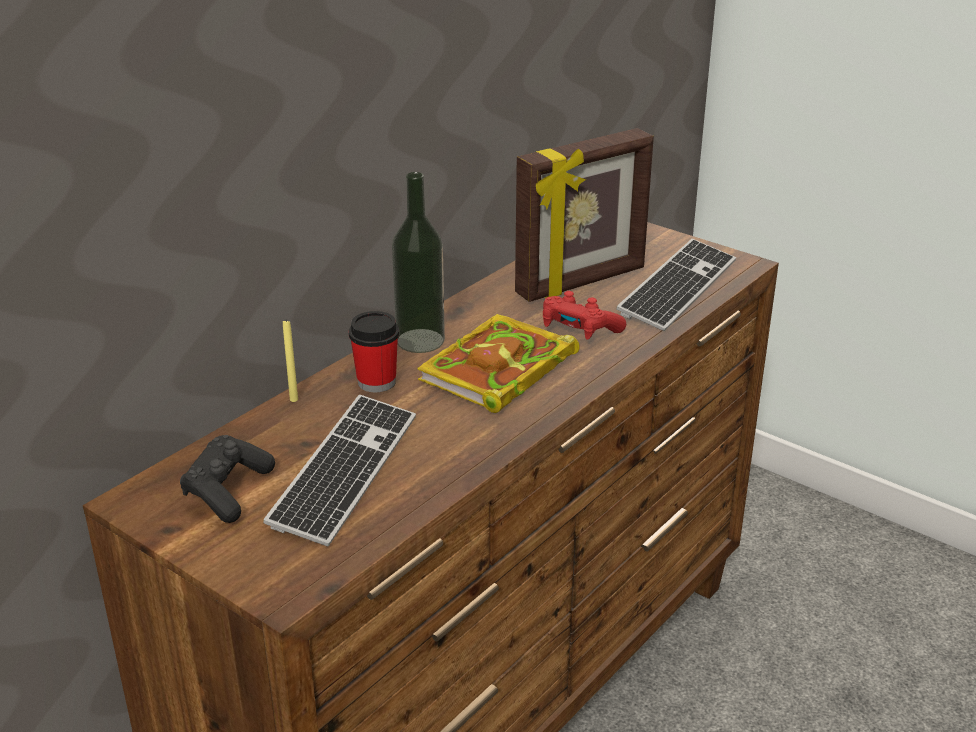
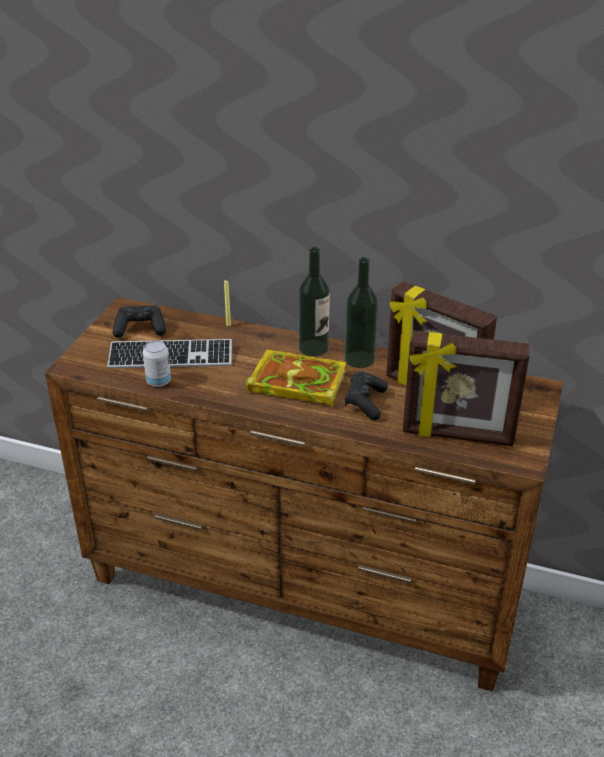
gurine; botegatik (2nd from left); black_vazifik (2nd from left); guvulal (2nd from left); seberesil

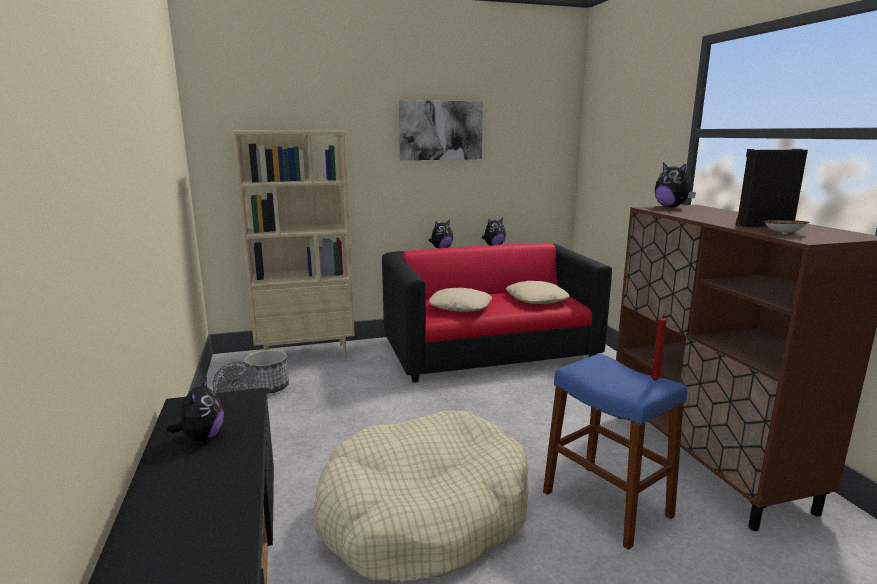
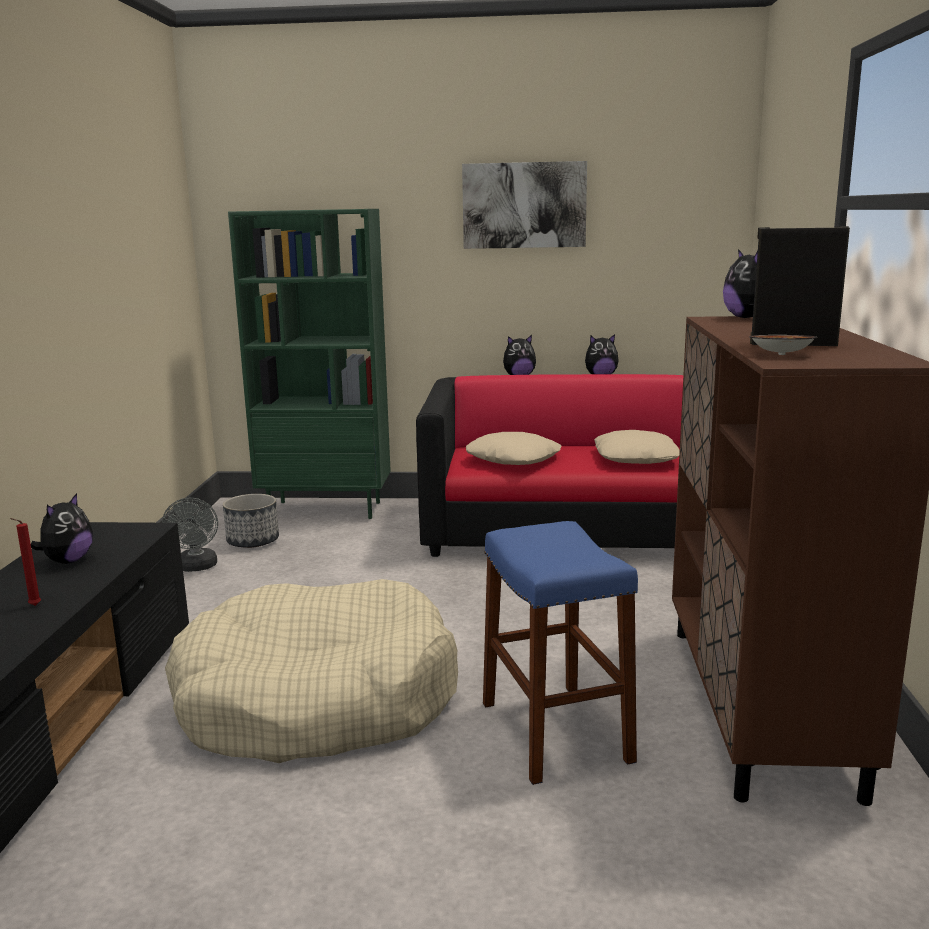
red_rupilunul; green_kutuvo

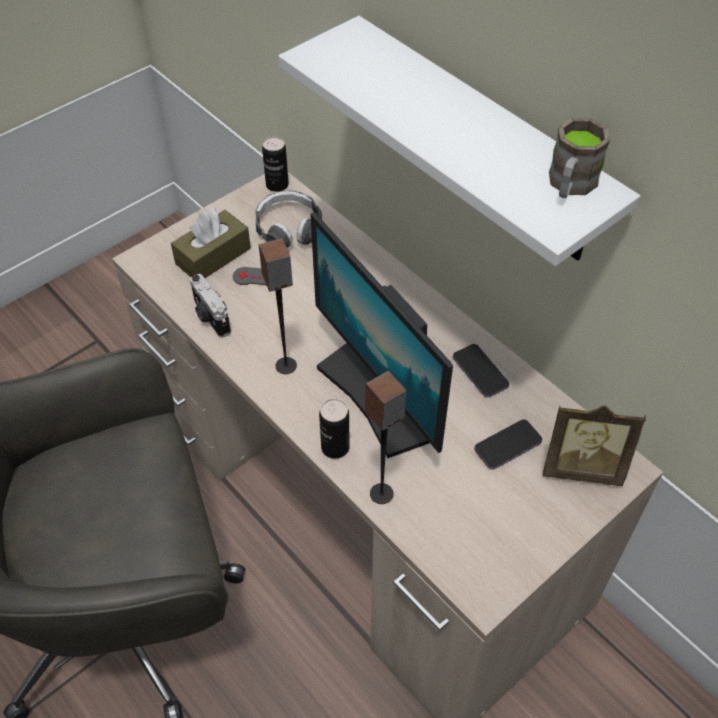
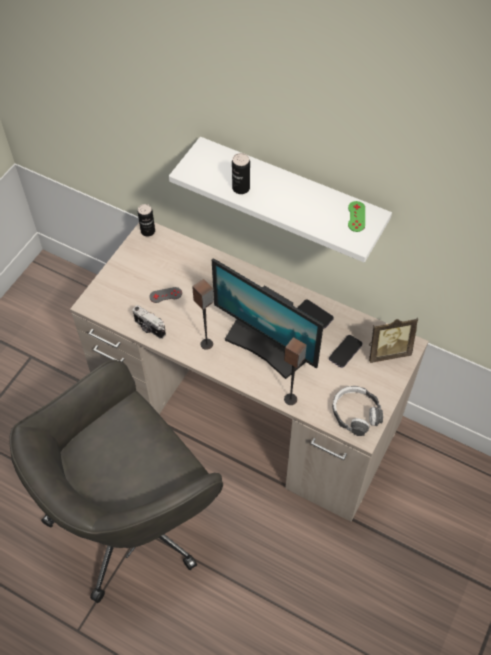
gurine (2nd from left); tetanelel; green_vazifik; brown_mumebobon

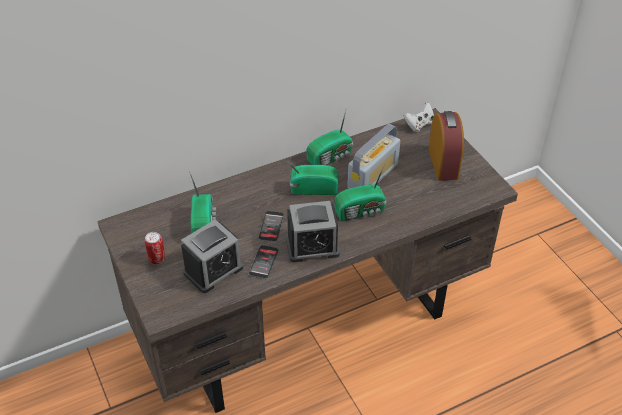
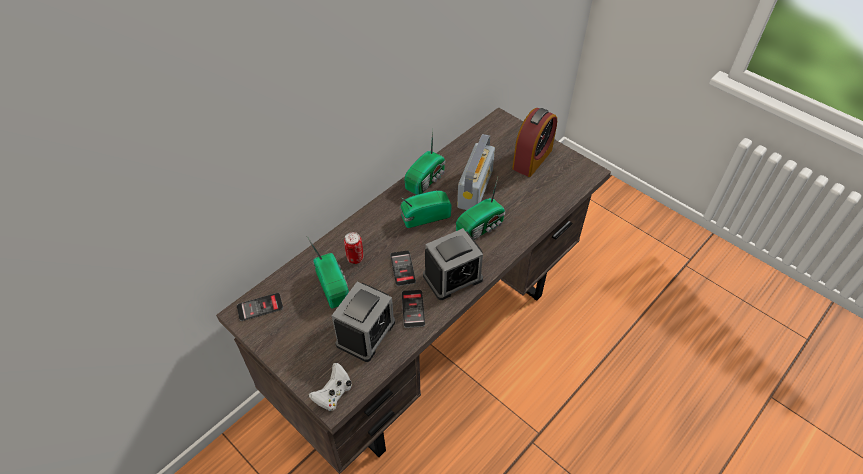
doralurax (1st from left); white_vazifik; gurine; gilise (3rd from left)

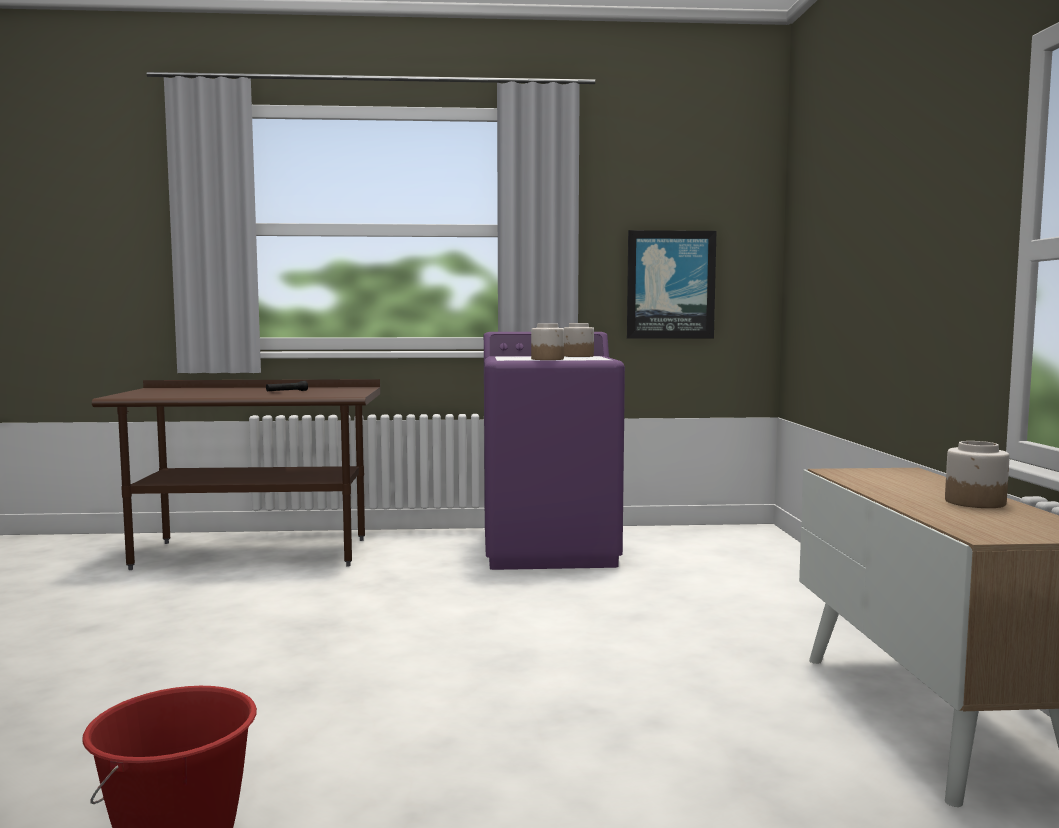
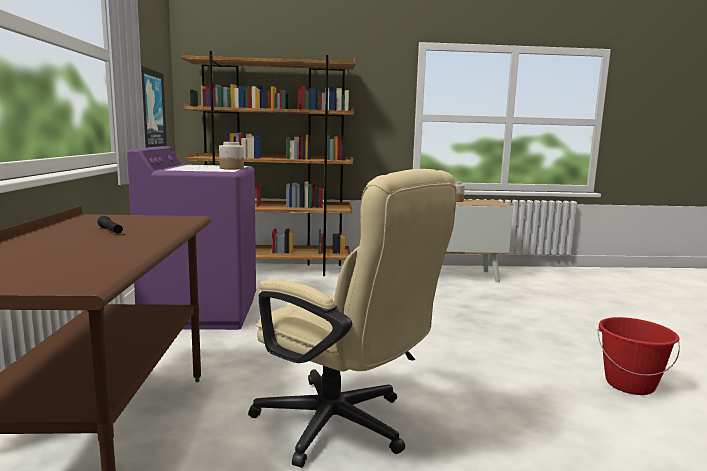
brown_kutuvo; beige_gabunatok; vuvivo (2nd from left in the first image)

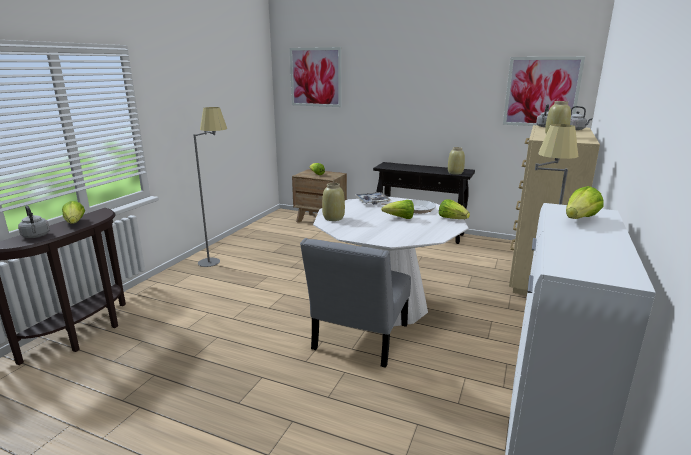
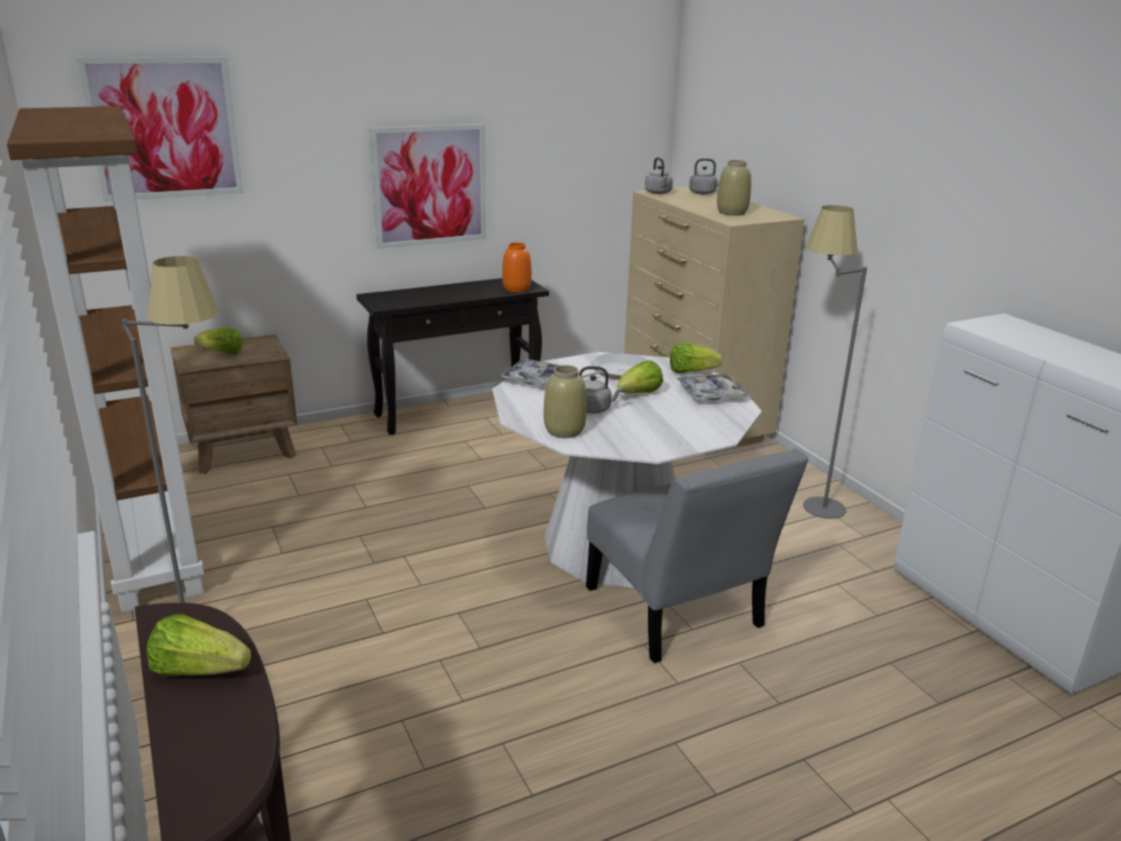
brown_kutuvo; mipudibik (2nd from left); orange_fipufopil; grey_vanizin (1st from left); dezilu (2nd from left); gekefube (5th from left in the first image)

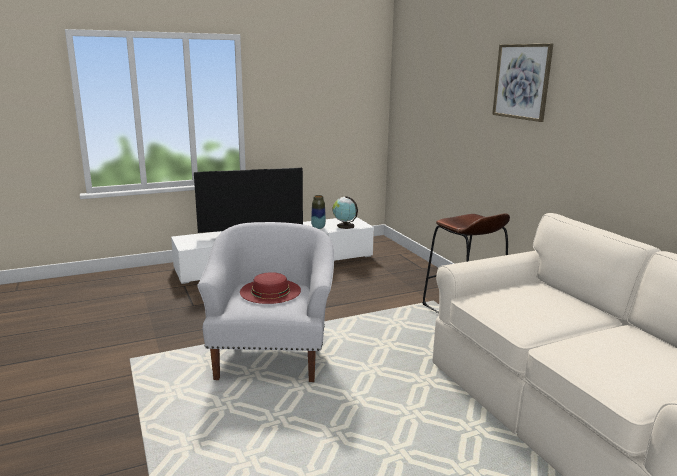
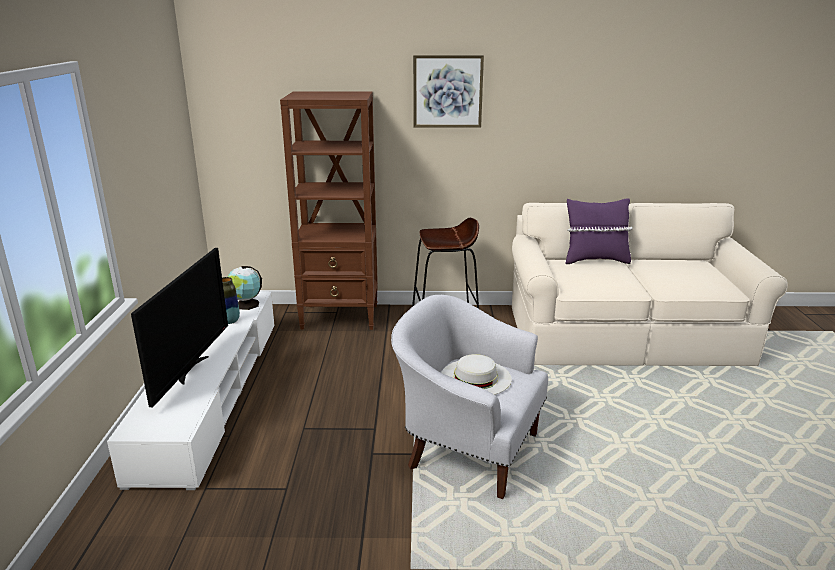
brown_kutuvo; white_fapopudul; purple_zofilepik

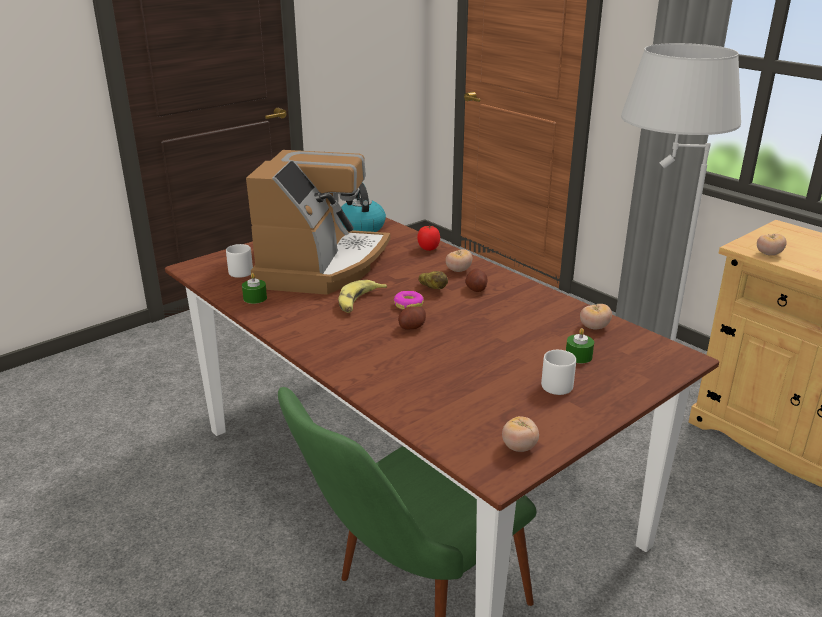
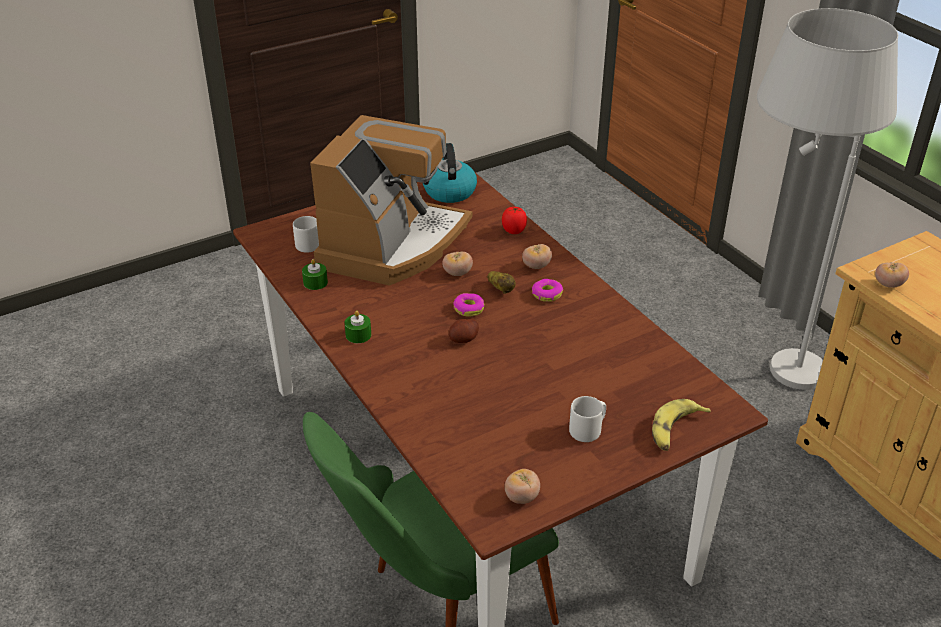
green_rupilunul (2nd from left); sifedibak (1st from left); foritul (2nd from left); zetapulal

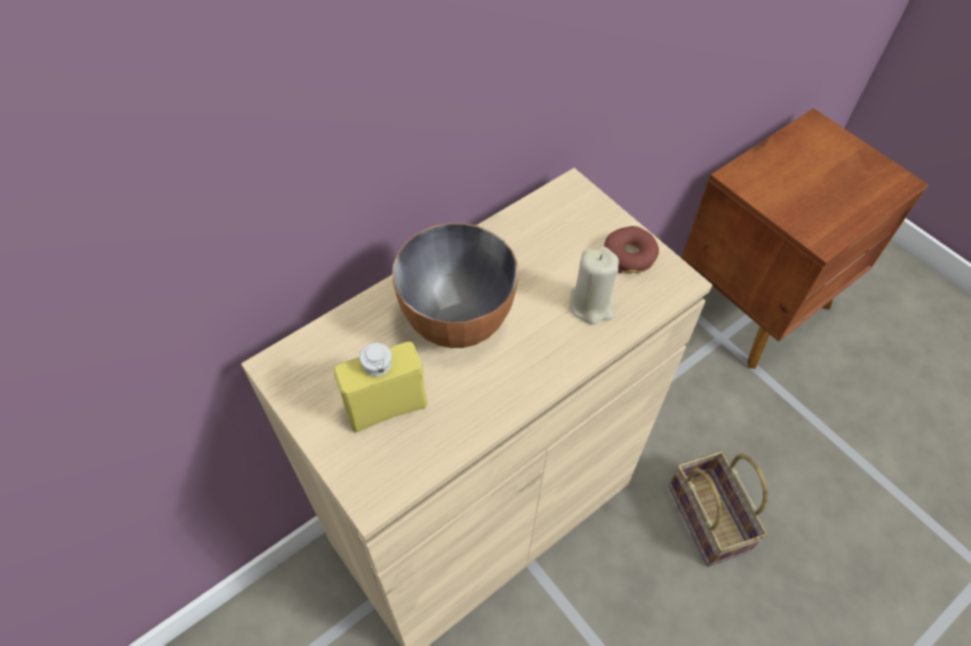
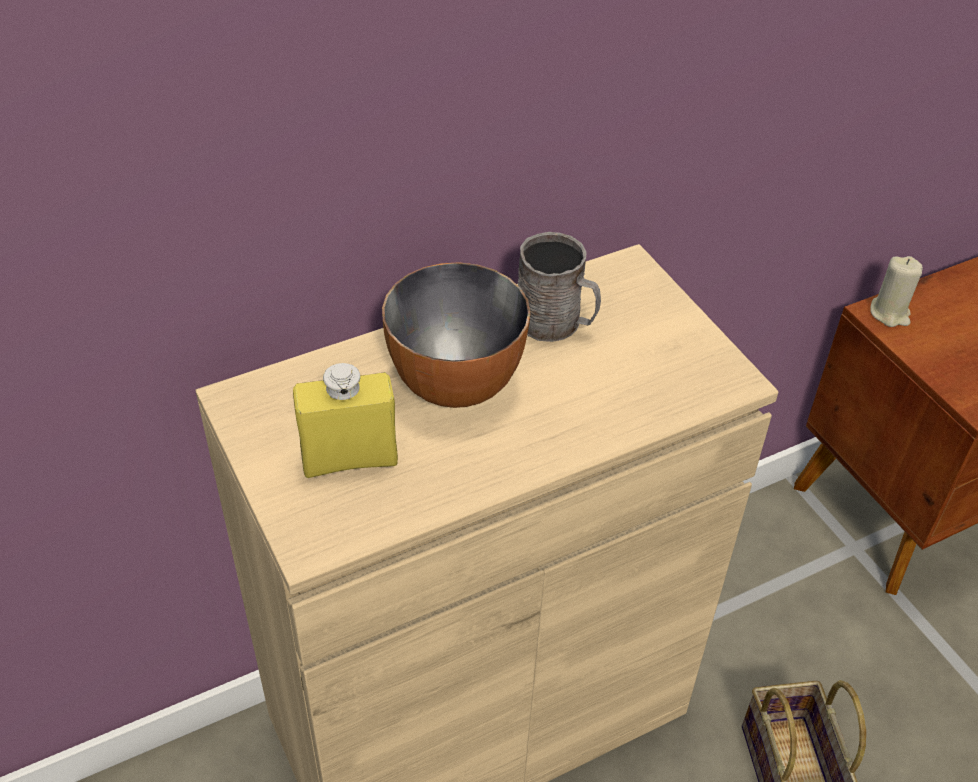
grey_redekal; beige_rupilunul; foritul

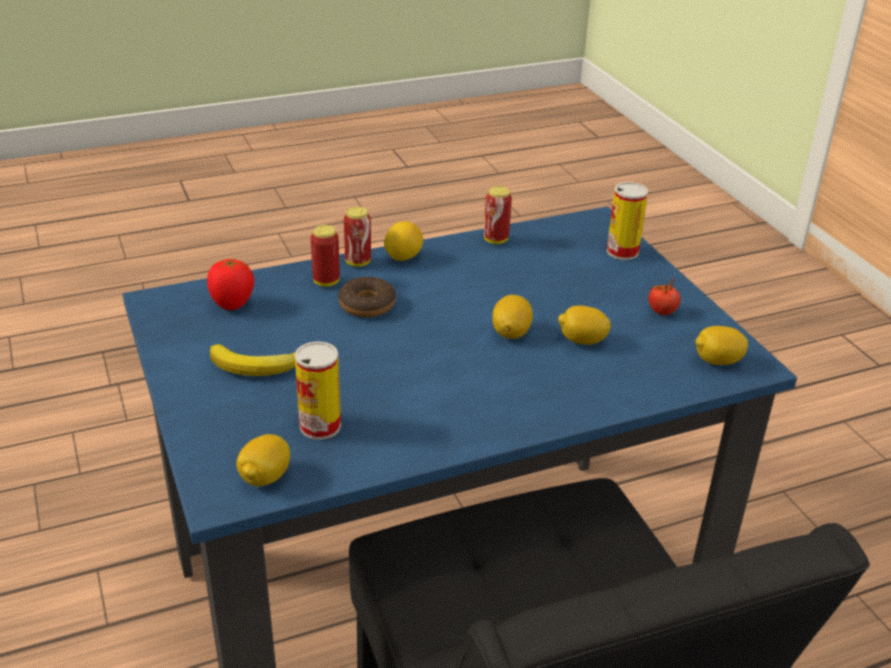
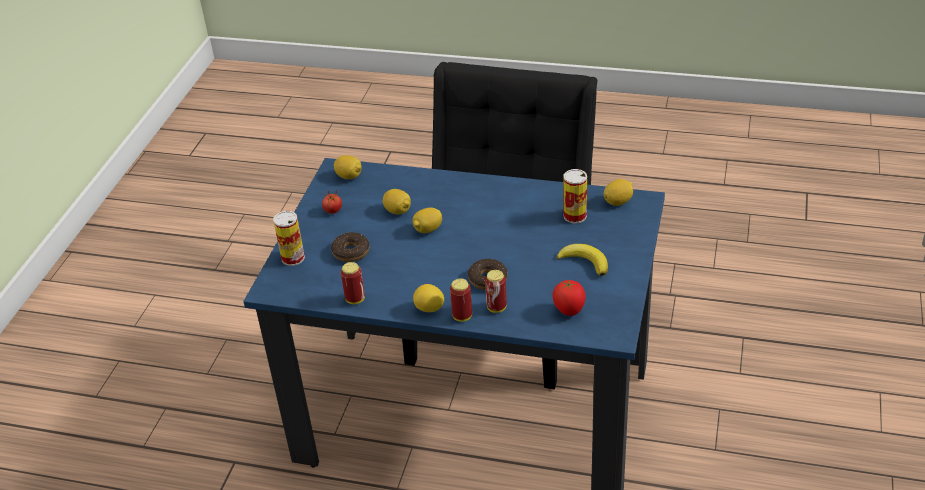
foritul (1st from left)

